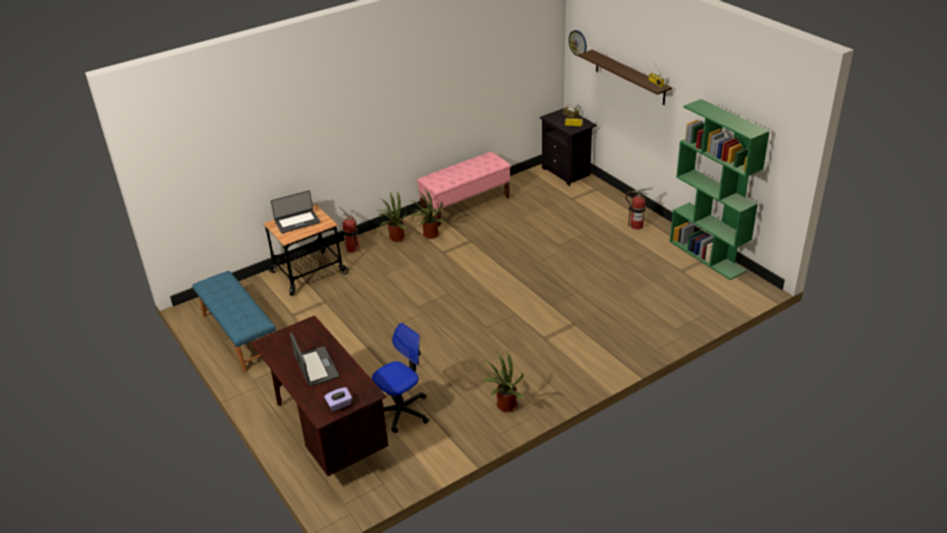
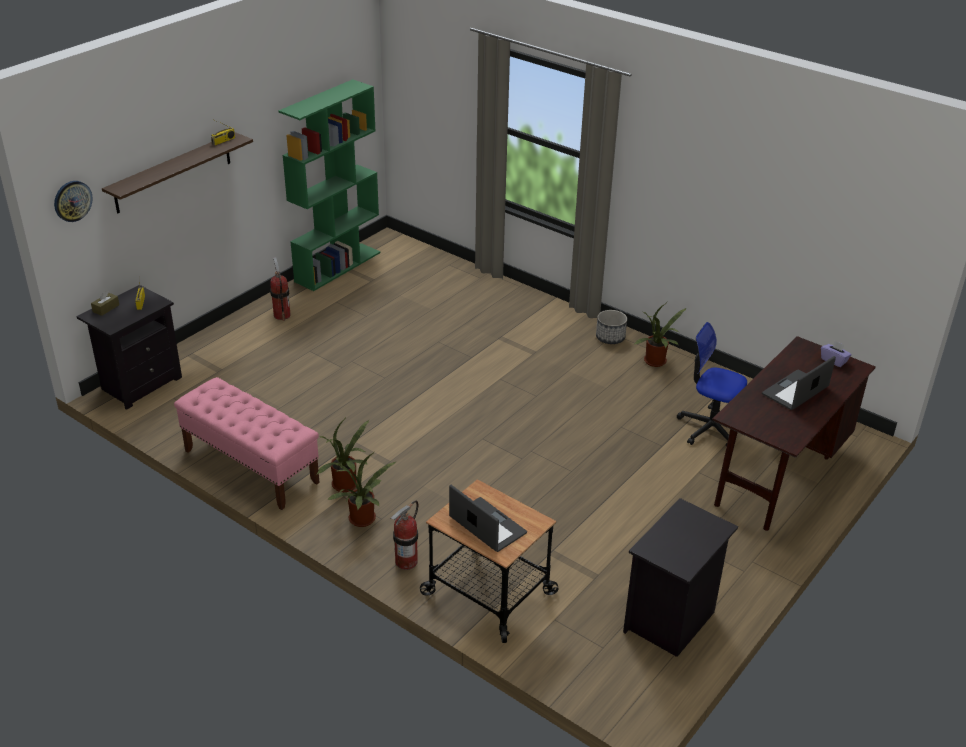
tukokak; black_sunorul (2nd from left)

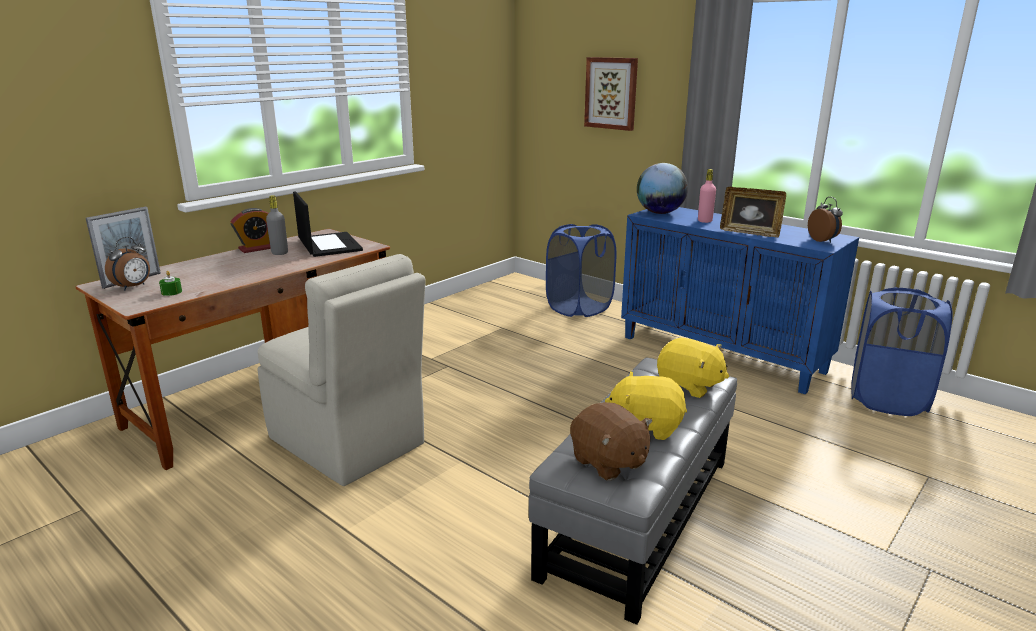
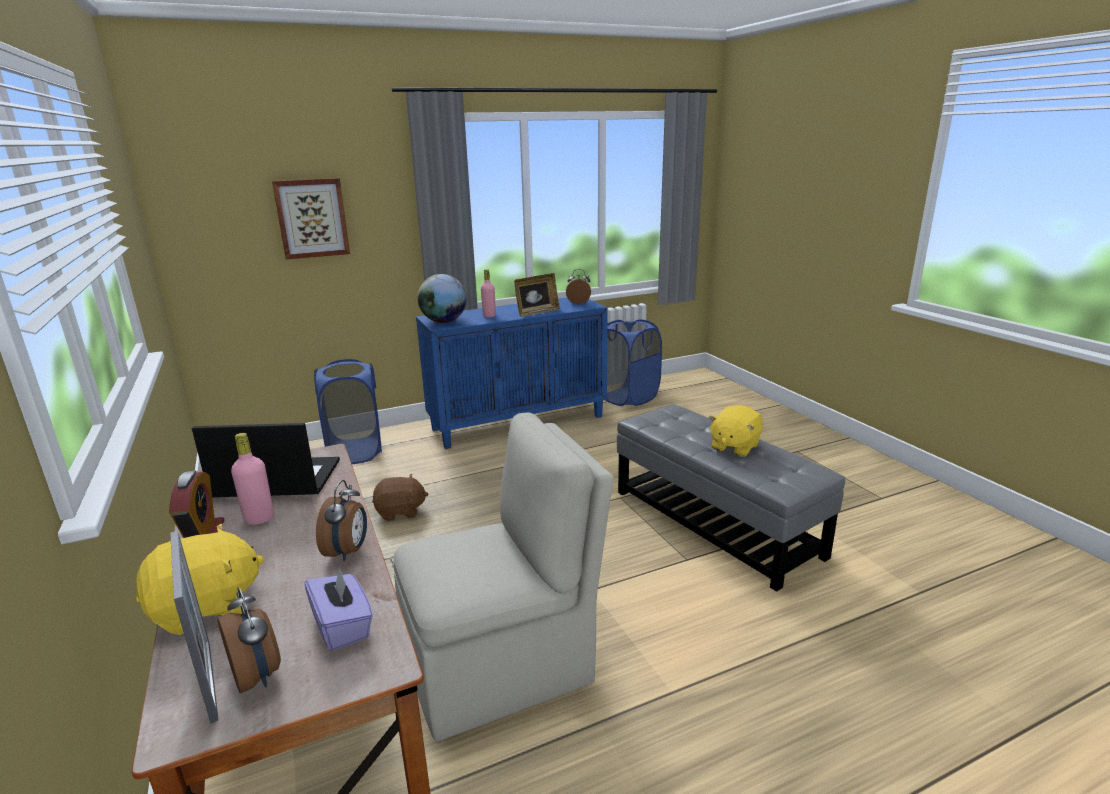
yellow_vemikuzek (1st from left); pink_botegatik (1st from left); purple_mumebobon; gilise (3rd from left); brown_vemikuzek

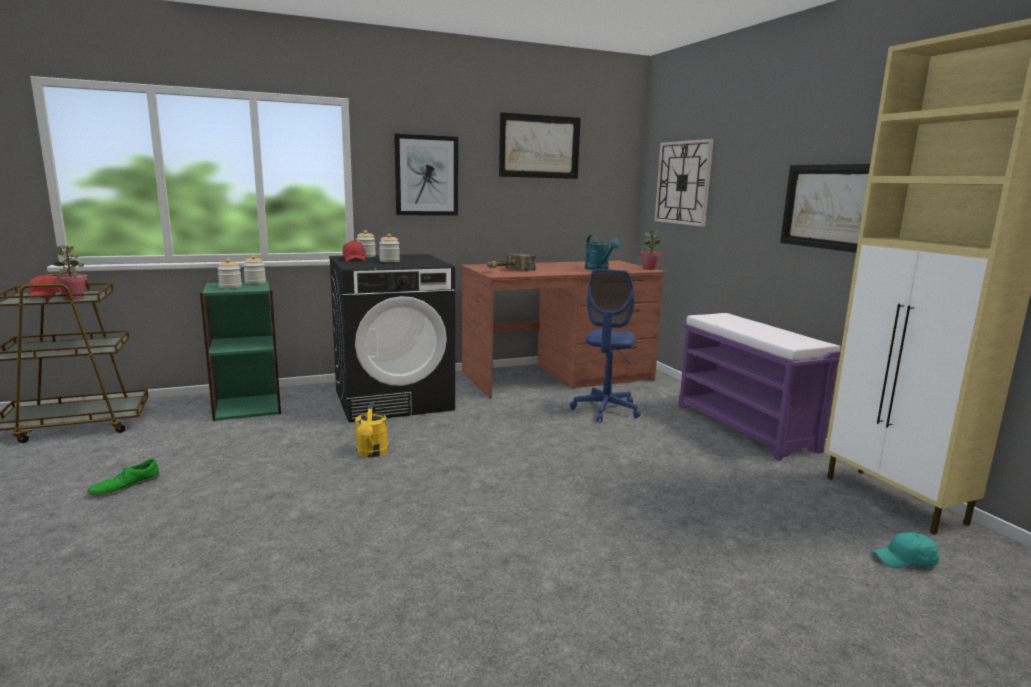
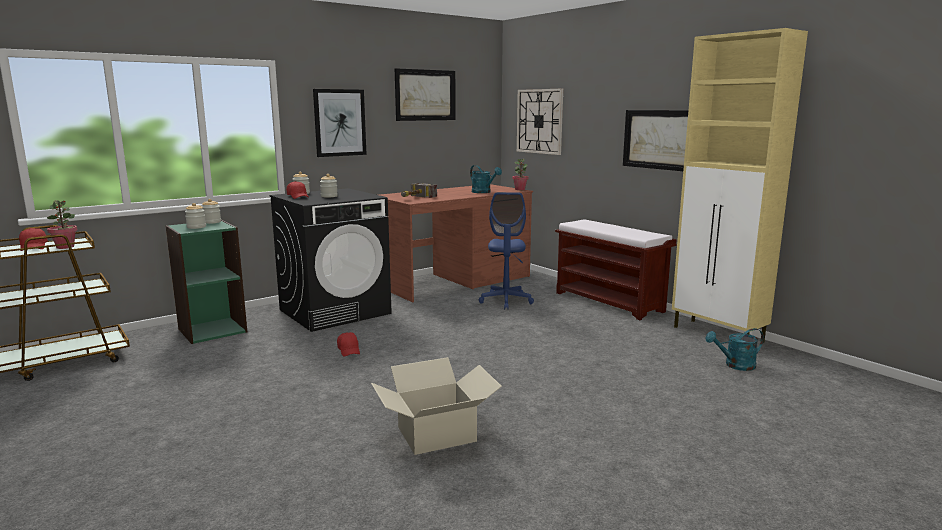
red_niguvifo (3rd from left); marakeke; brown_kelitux; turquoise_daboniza (2nd from left); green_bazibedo

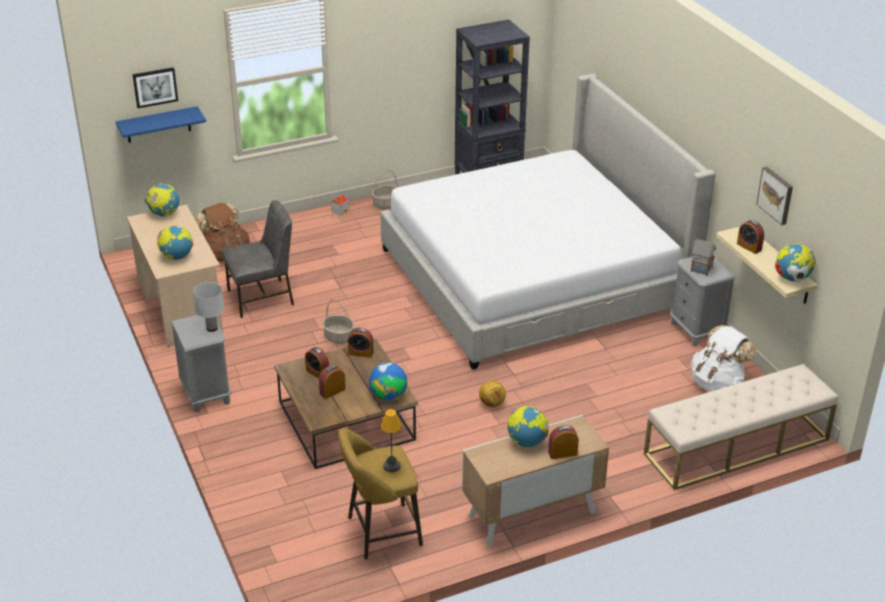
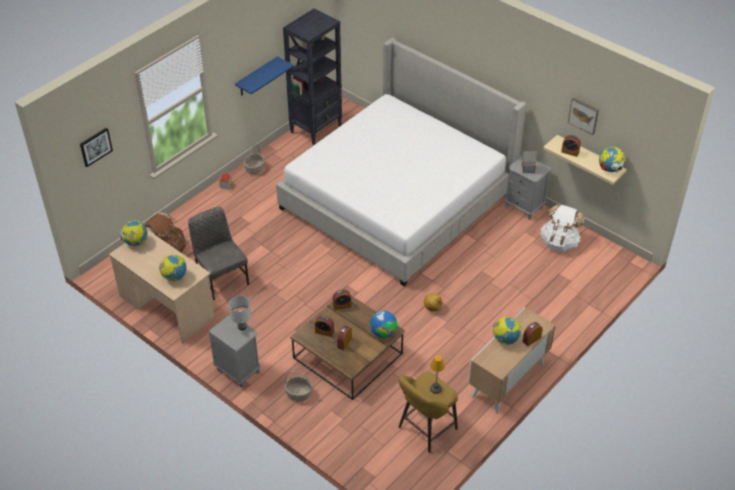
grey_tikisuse; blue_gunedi; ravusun (2nd from left); beige_kelitux

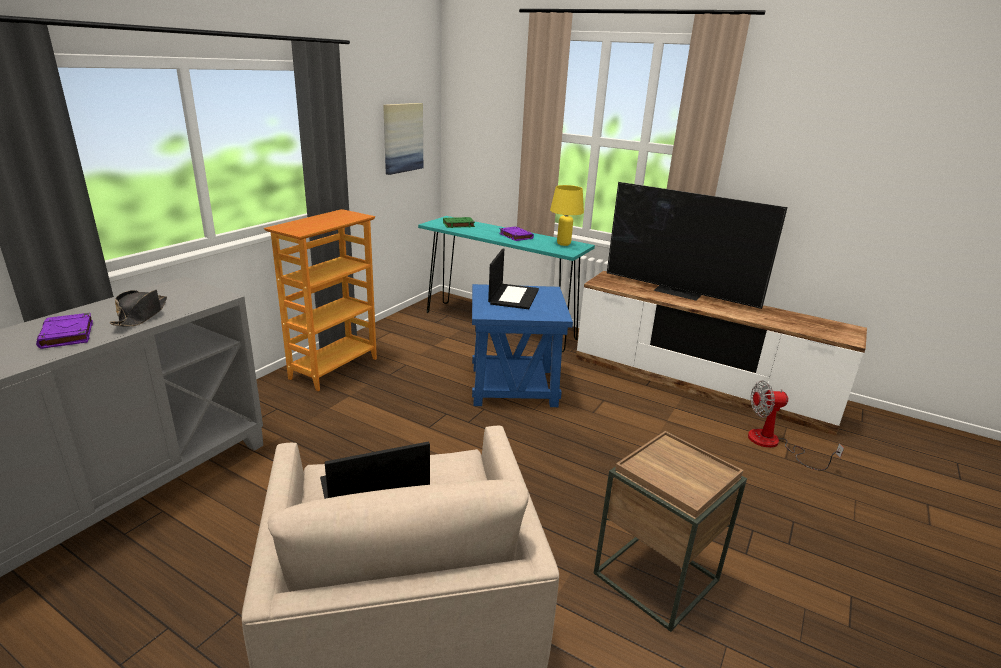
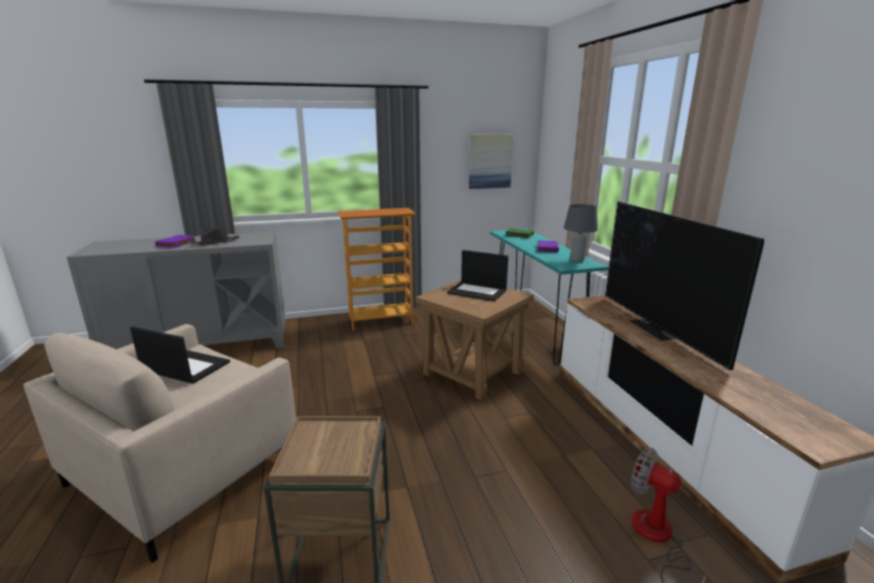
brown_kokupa (2nd from left); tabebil (2nd from left); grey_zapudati

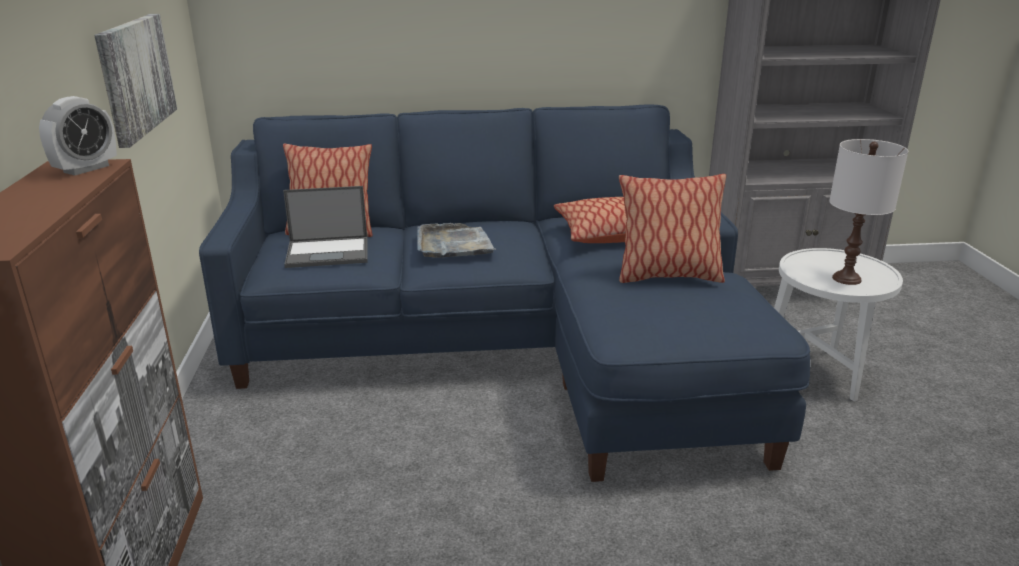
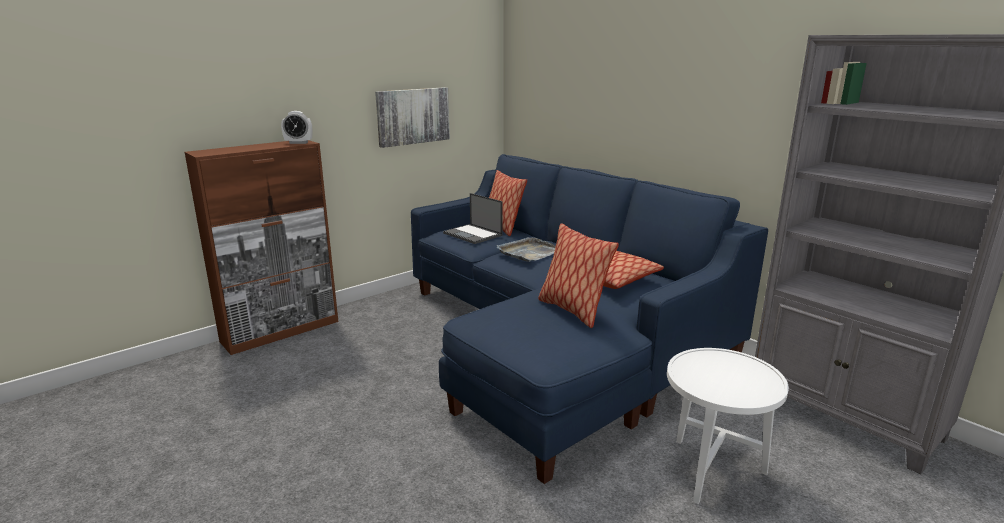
white_zapudati

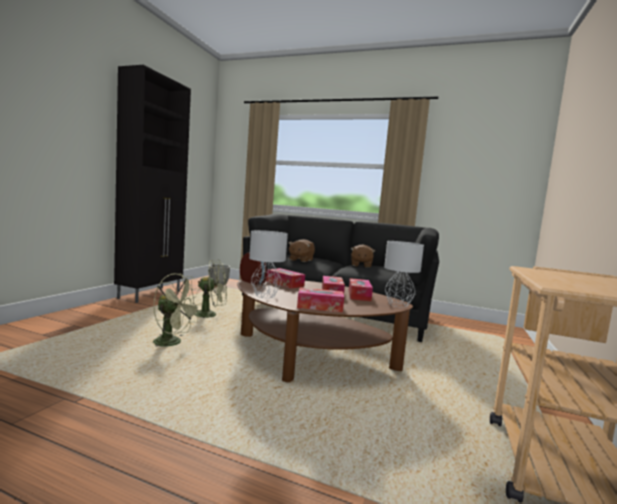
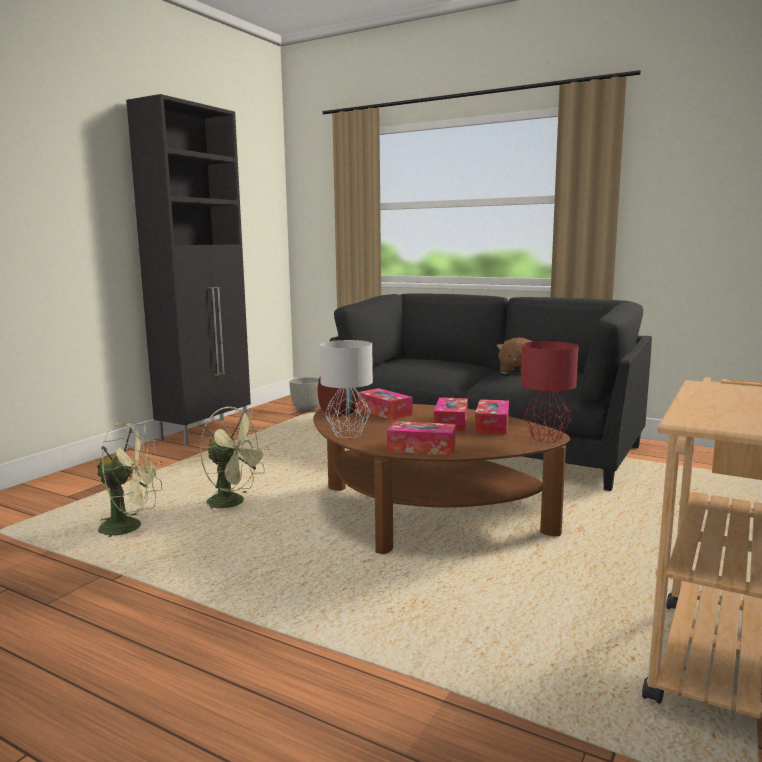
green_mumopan (1st from left); red_zapudati; brown_vemikuzek (1st from left in the first image)

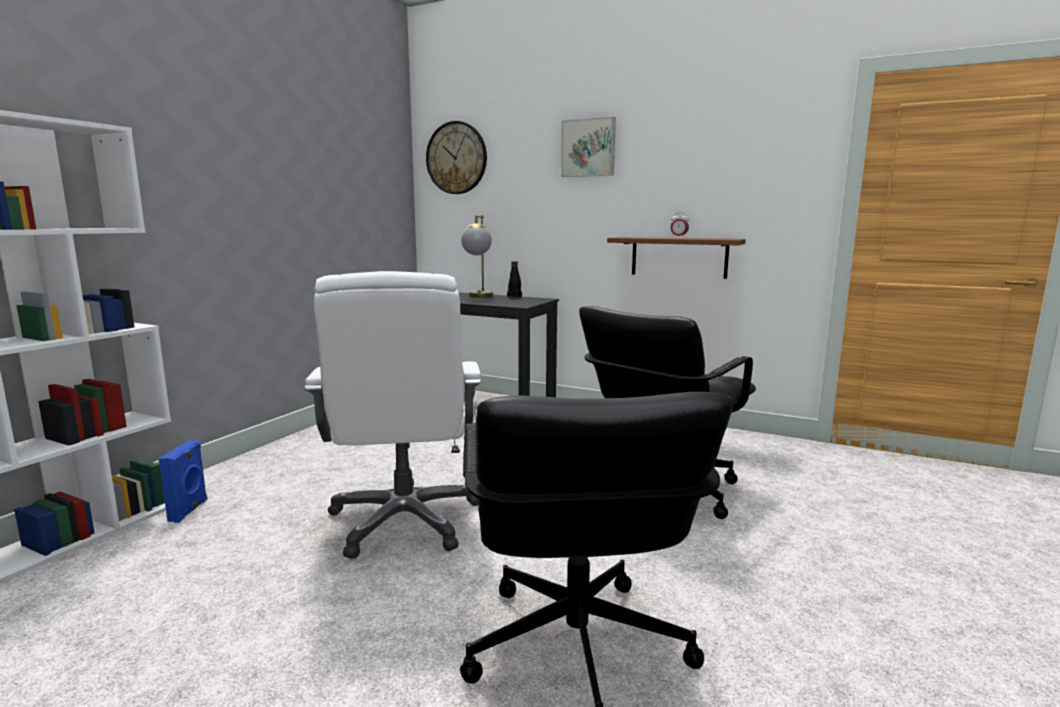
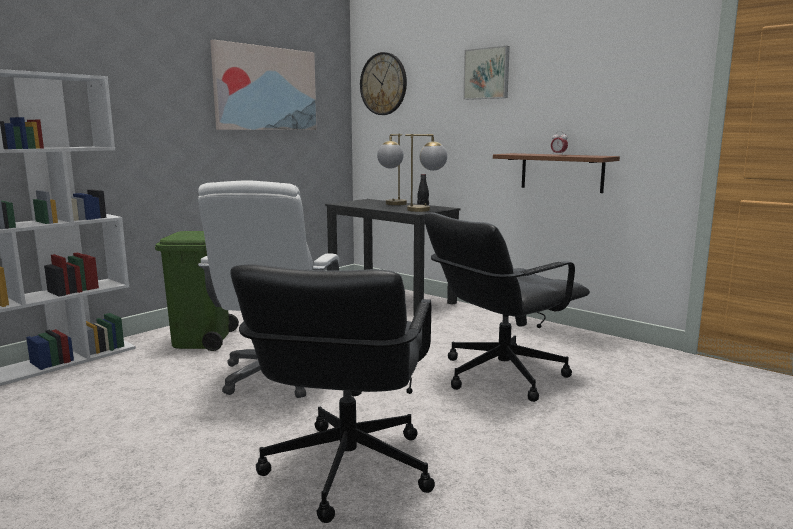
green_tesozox; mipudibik (1st from left); zapudati (2nd from left); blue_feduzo

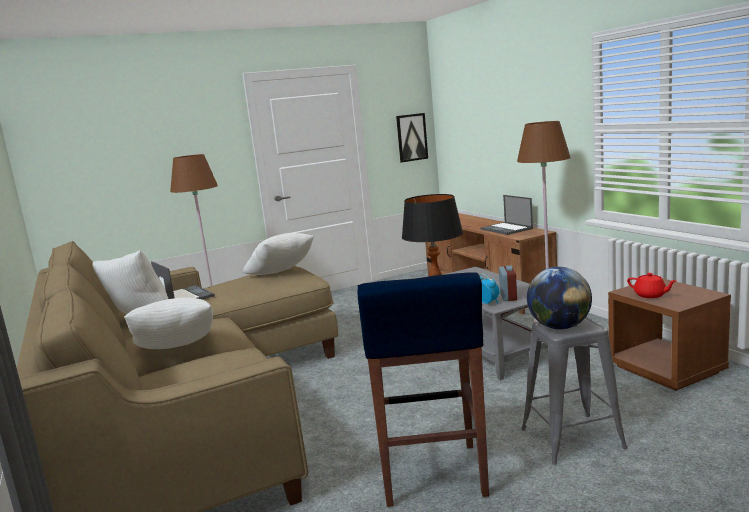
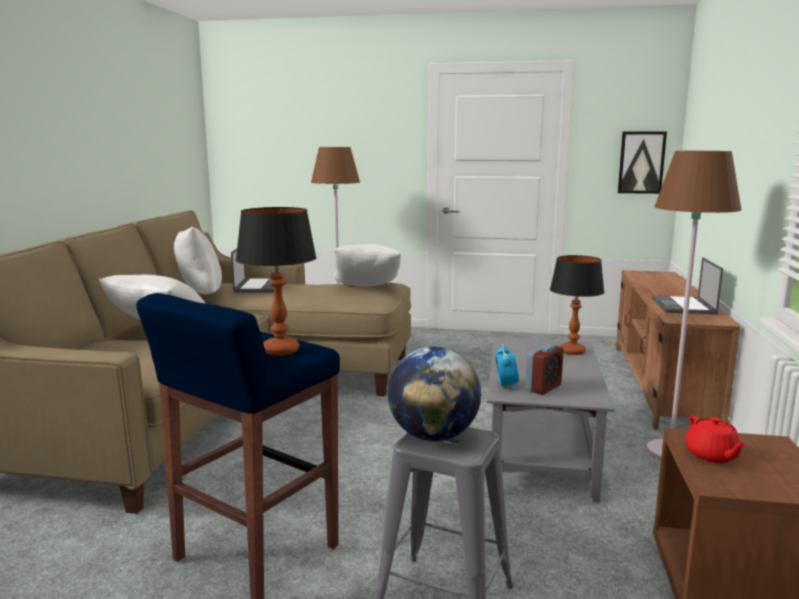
zapudati (2nd from left)

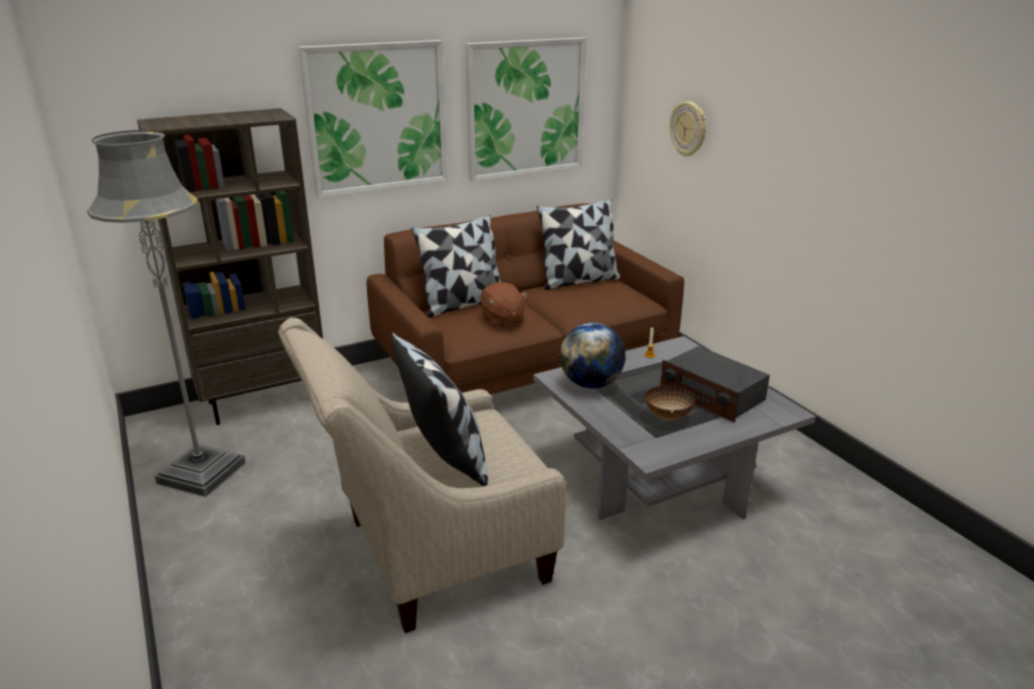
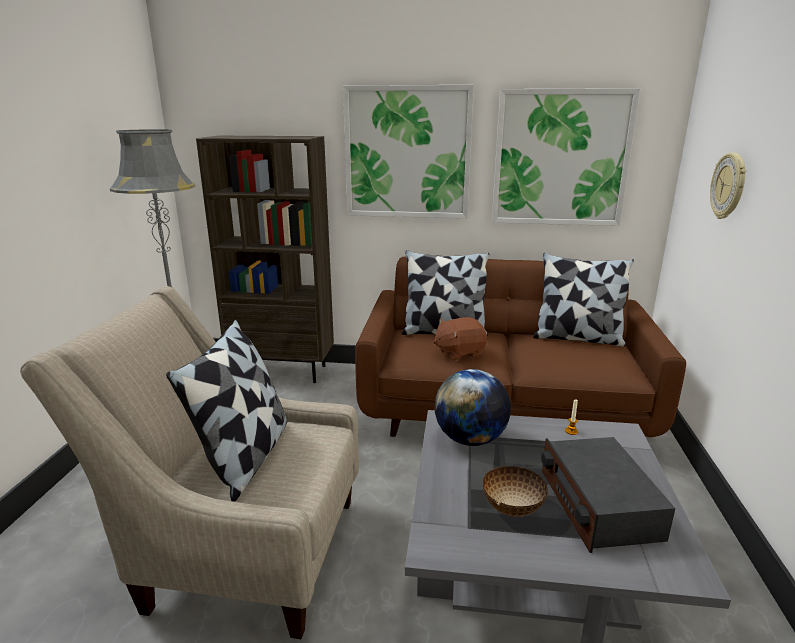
brown_vemikuzek

